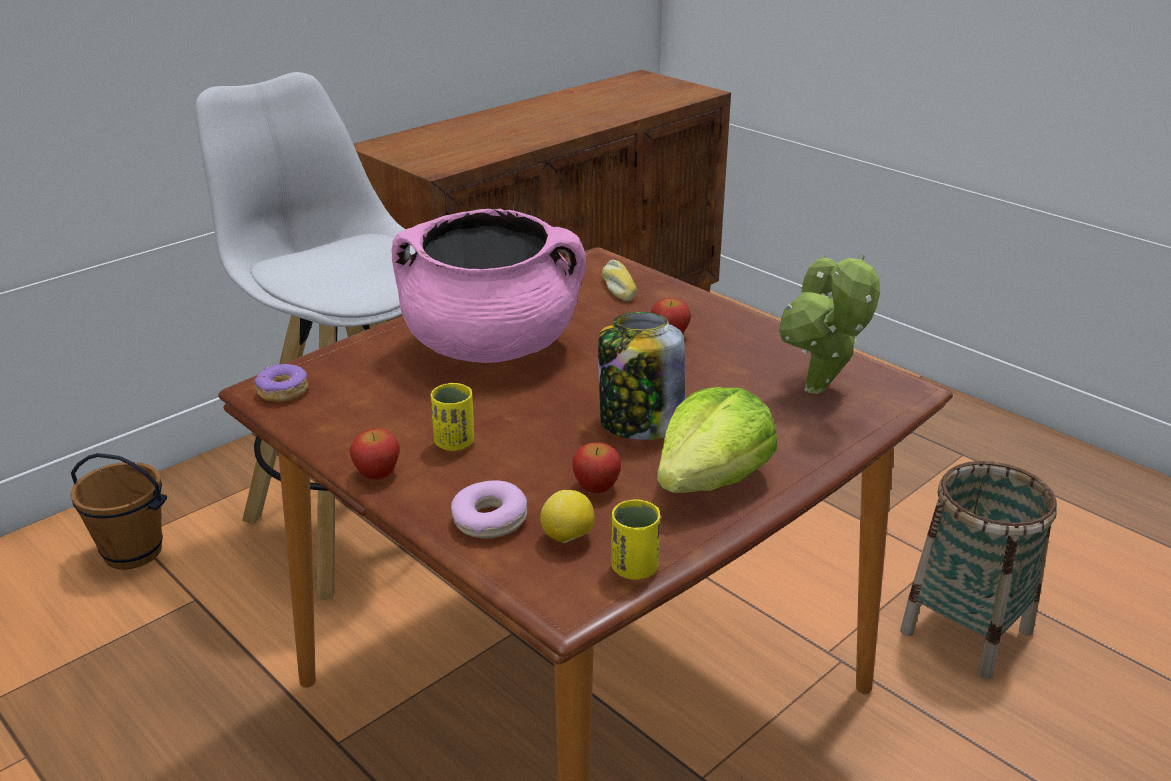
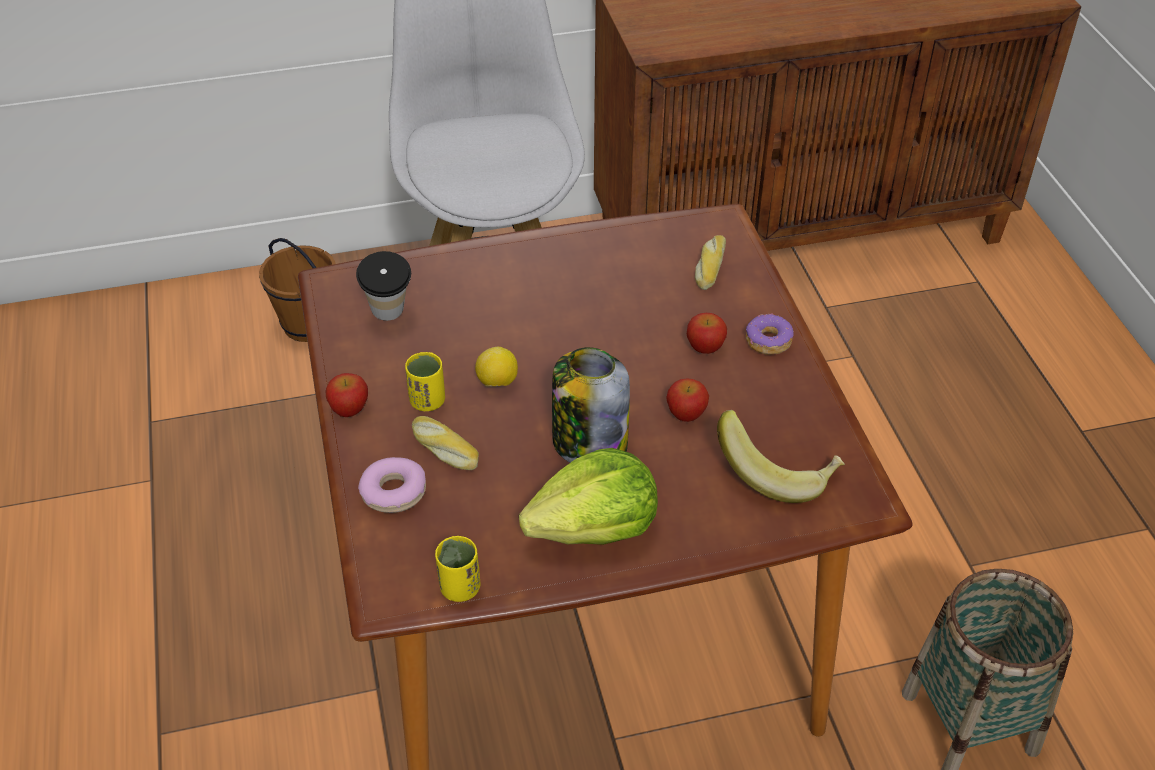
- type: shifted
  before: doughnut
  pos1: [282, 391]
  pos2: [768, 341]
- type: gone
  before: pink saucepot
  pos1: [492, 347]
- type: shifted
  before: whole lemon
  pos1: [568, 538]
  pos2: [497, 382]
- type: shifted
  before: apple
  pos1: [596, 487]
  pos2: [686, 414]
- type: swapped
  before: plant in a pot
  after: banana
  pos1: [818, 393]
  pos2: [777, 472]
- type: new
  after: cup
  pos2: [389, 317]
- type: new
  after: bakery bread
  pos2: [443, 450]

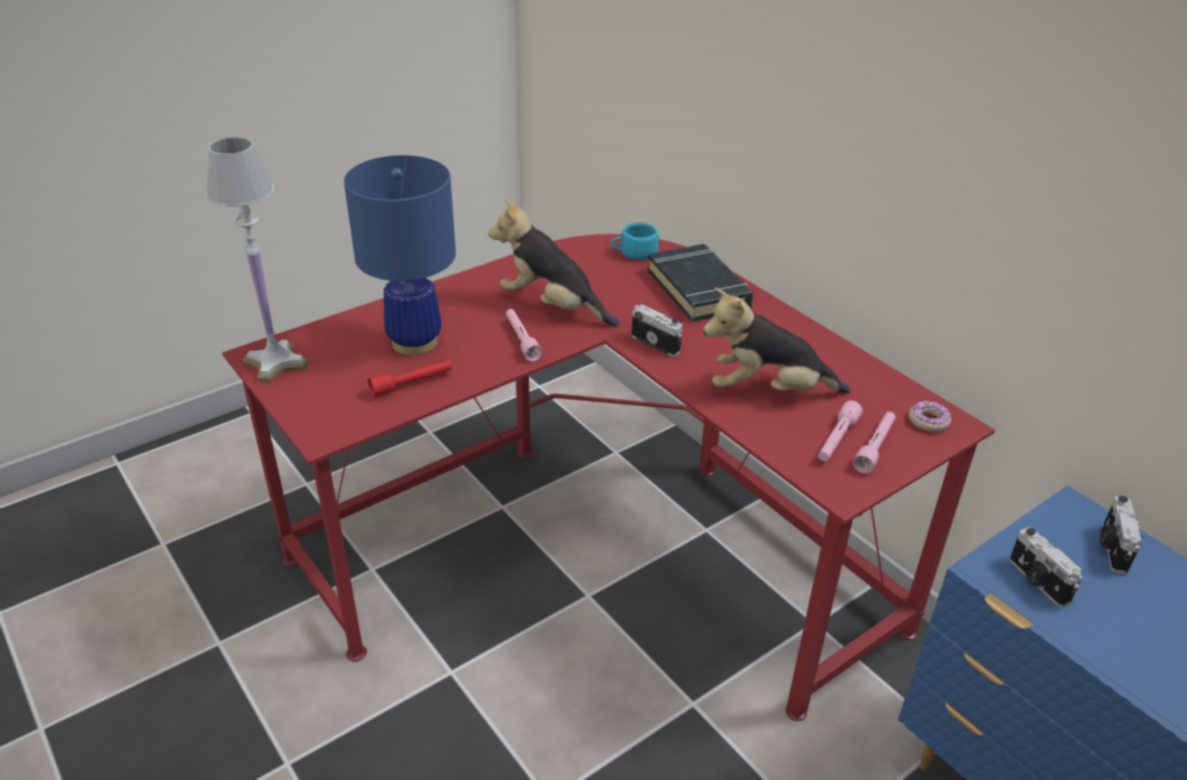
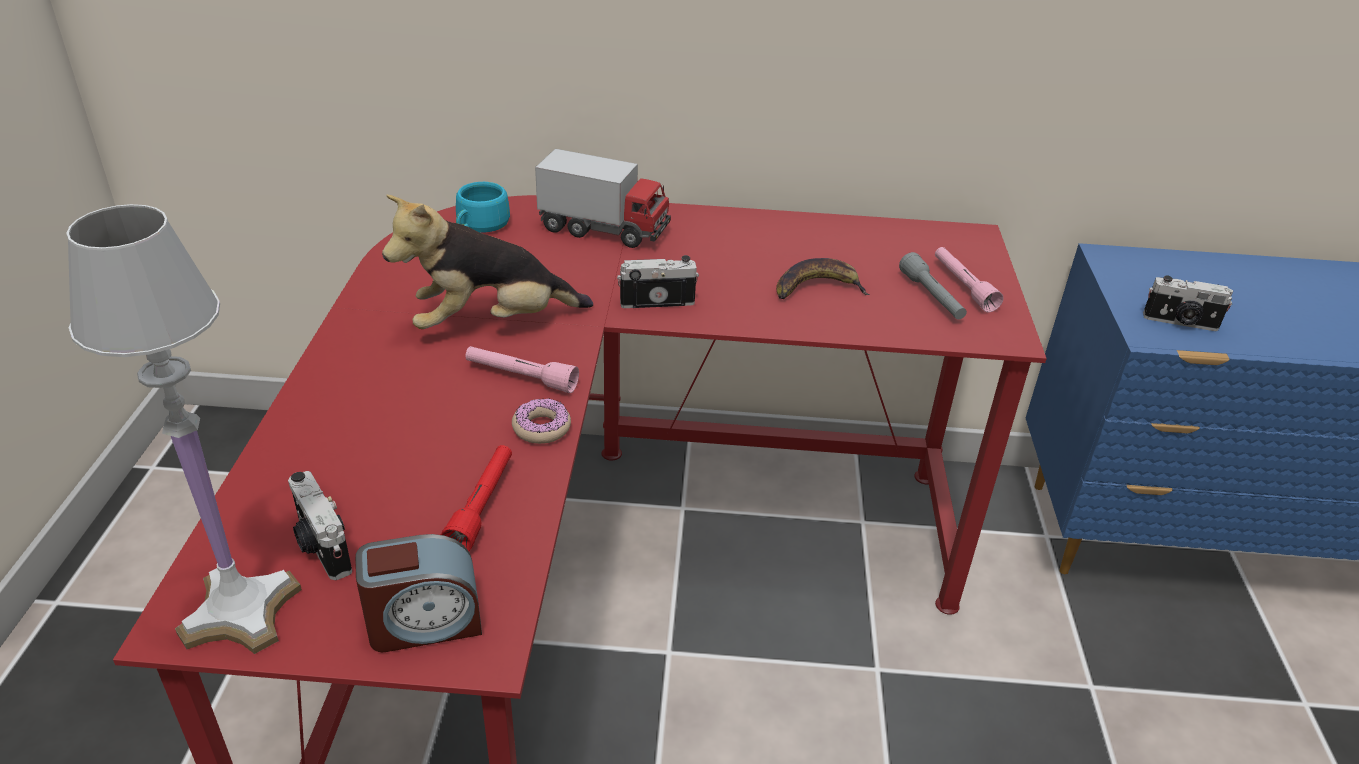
- type: gone
  before: bluish lamp for a table
  pos1: [414, 342]
- type: swapped
  before: black bound book
  after: toy truck
  pos1: [698, 289]
  pos2: [604, 230]
- type: swapped
  before: plush toy
  after: banana
  pos1: [767, 390]
  pos2: [817, 288]
- type: repainted
  before: pink hand torch
  after: greyish hand torch
  pos1: [836, 440]
  pos2: [931, 297]
- type: shifted
  before: doughnut
  pos1: [928, 421]
  pos2: [541, 428]
- type: shifted
  before: photo camera
  pos1: [1111, 548]
  pos2: [321, 547]
- type: new
  after: bedside clock
  pos2: [424, 623]

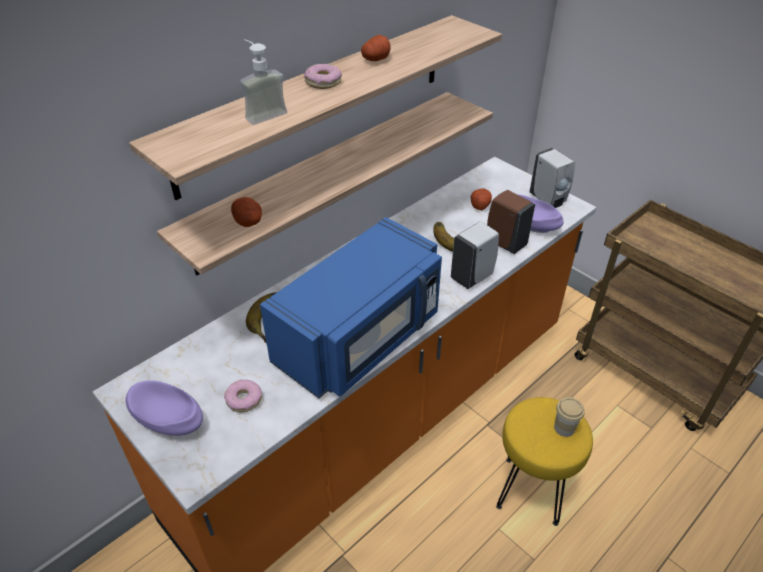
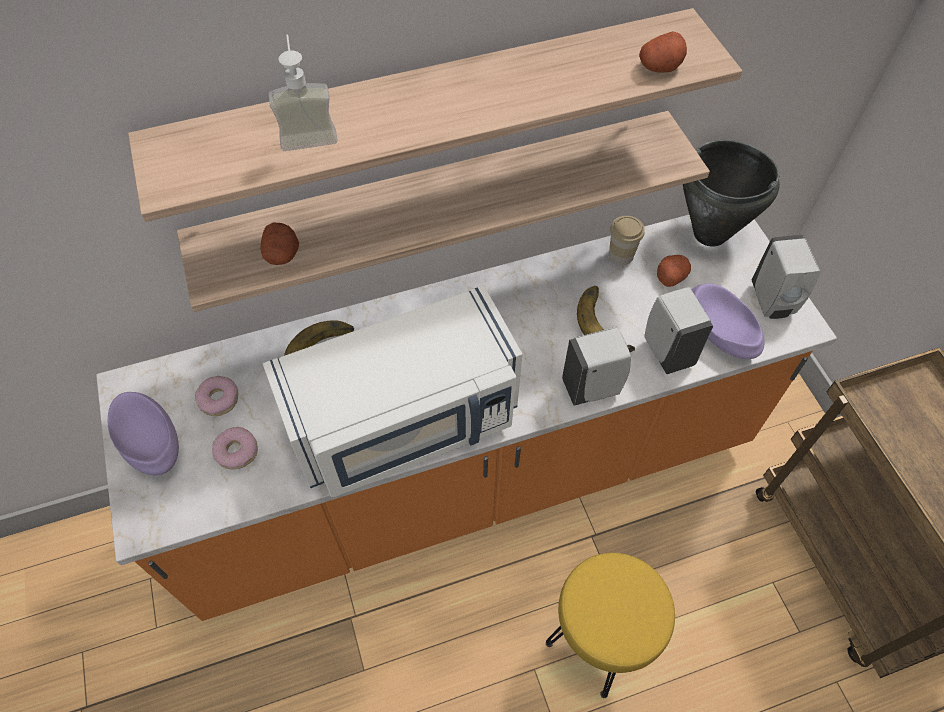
- type: repainted
  before: bluish microwave
  after: white microwave
  pos1: [361, 338]
  pos2: [405, 422]
- type: shifted
  before: doughnut
  pos1: [323, 82]
  pos2: [218, 399]
- type: shifted
  before: spud
  pos1: [376, 59]
  pos2: [660, 67]
- type: repainted
  before: brown-coloured liquid soap bottle
  after: white liquid soap bottle
  pos1: [504, 243]
  pos2: [667, 350]
- type: shifted
  before: cup
  pos1: [564, 428]
  pos2: [621, 255]
- type: new
  after: black saucepot
  pos2: [710, 234]

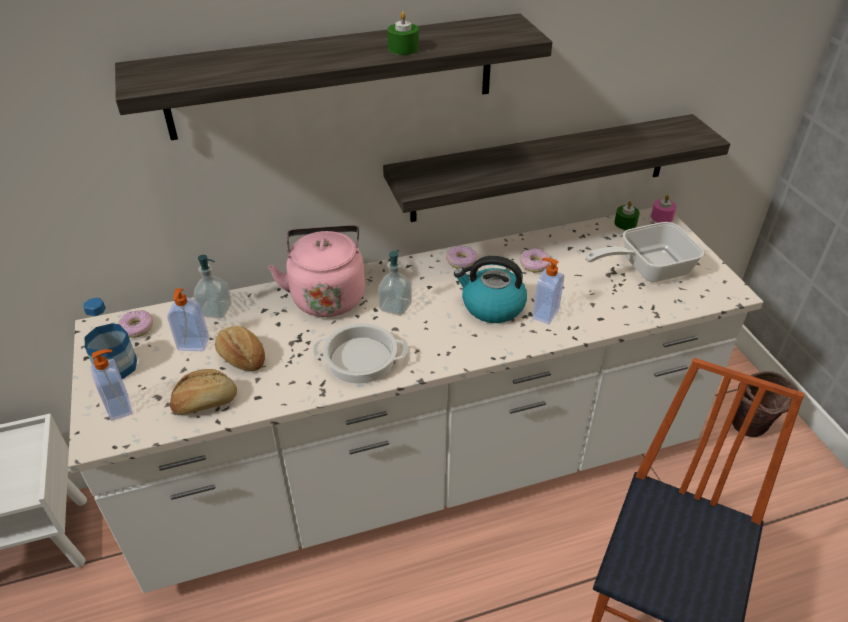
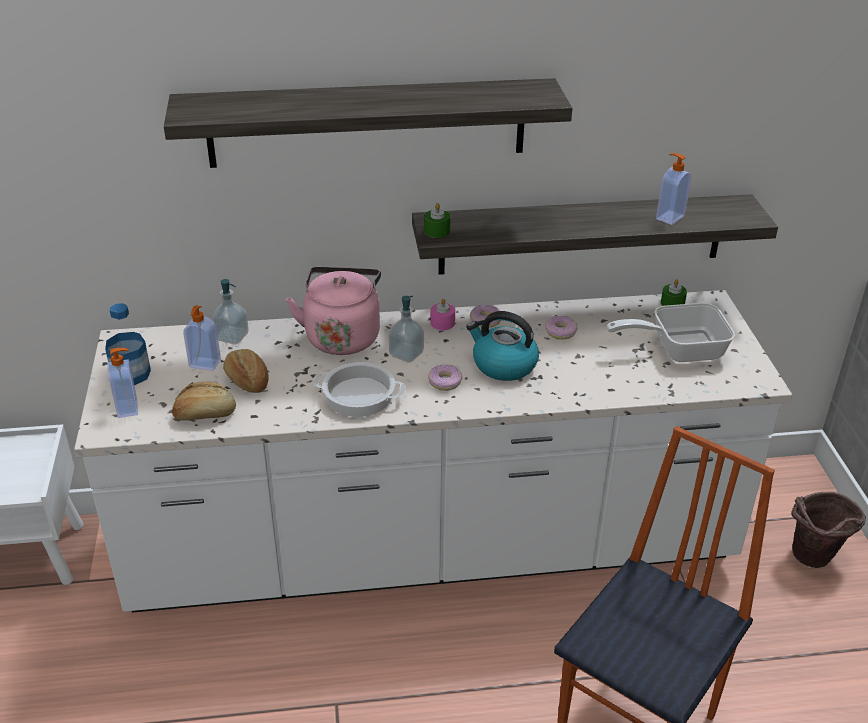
- type: shifted
  before: doughnut
  pos1: [136, 328]
  pos2: [444, 382]
- type: shifted
  before: greenish wax candle
  pos1: [403, 48]
  pos2: [437, 231]
- type: shifted
  before: liquid soap bottle
  pos1: [544, 314]
  pos2: [669, 217]
- type: shifted
  before: pink wax candle
  pos1: [662, 217]
  pos2: [442, 323]

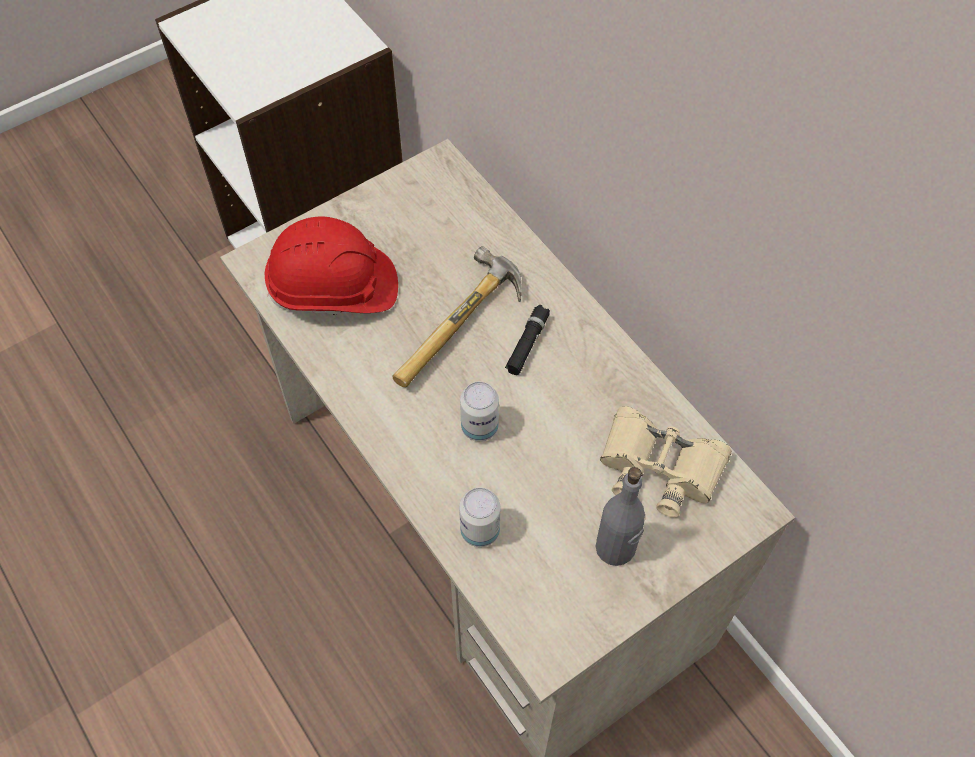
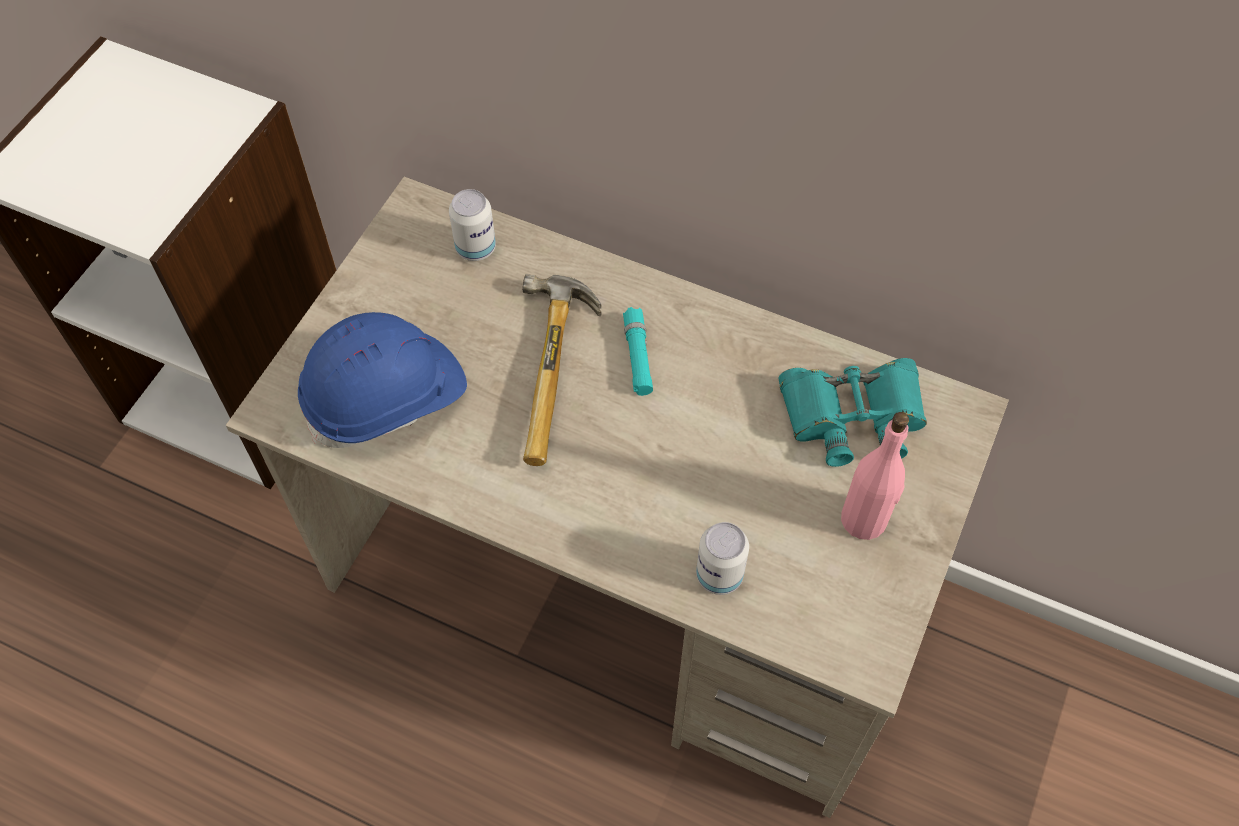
- type: repainted
  before: red-coloured work helmet
  after: bluish work helmet
  pos1: [334, 289]
  pos2: [386, 398]
- type: shifted
  before: can
  pos1: [479, 427]
  pos2: [475, 248]
- type: repainted
  before: black hand torch
  after: blue-green hand torch
  pos1: [527, 344]
  pos2: [637, 356]
- type: repainted
  before: greyish beverage bottle
  after: pink beverage bottle
  pos1: [615, 548]
  pos2: [864, 519]
- type: repainted
  before: beige-coloured field glasses
  after: blue-green field glasses
  pos1: [659, 467]
  pos2: [853, 416]

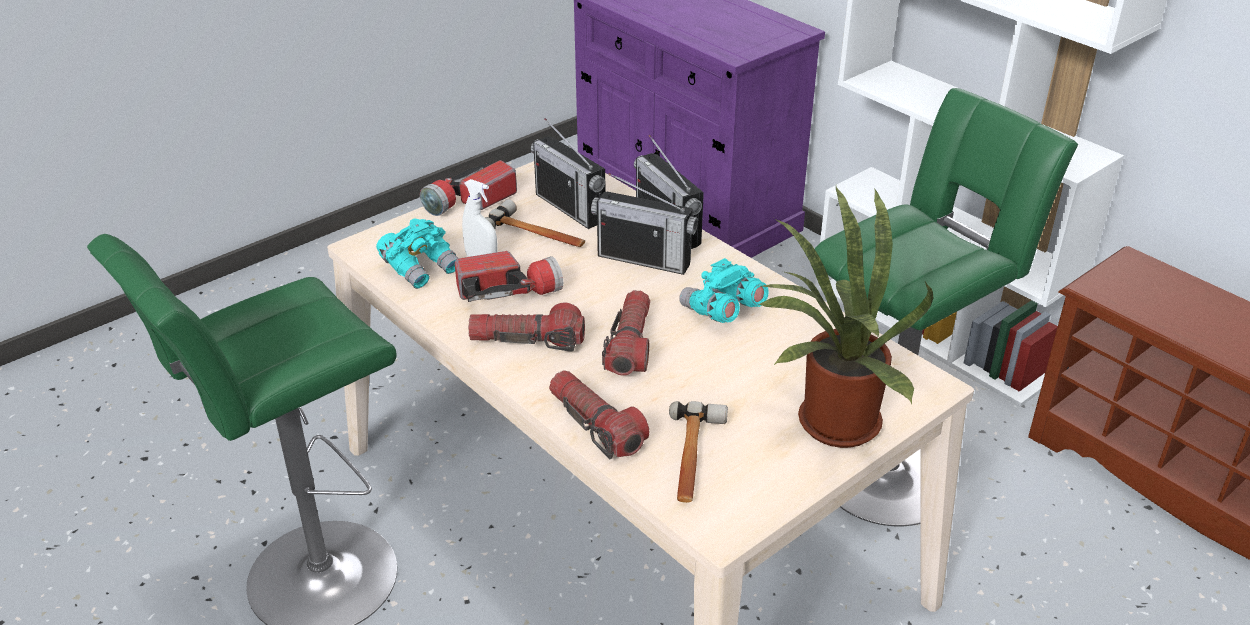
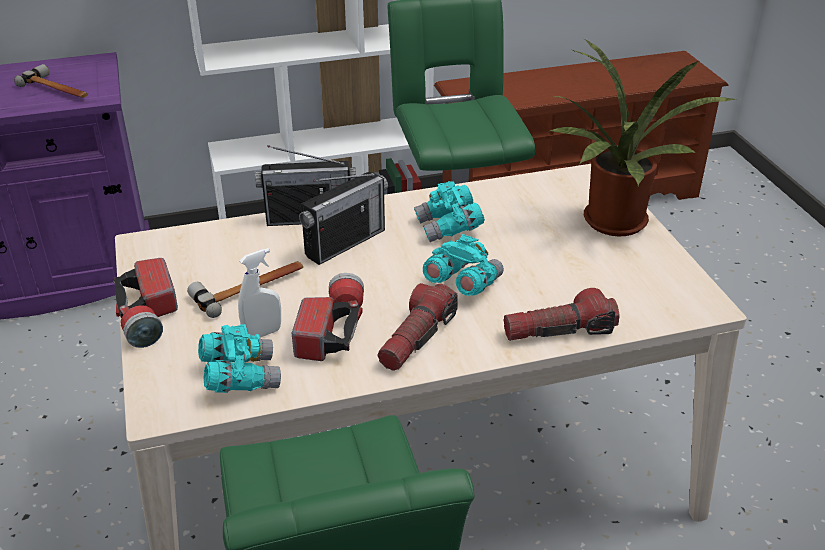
- type: gone
  before: radio
  pos1: [570, 208]
- type: swapped
  before: hand torch
  after: blue-green field glasses
  pos1: [630, 345]
  pos2: [462, 284]
- type: shifted
  before: hammer
  pos1: [693, 458]
  pos2: [57, 90]

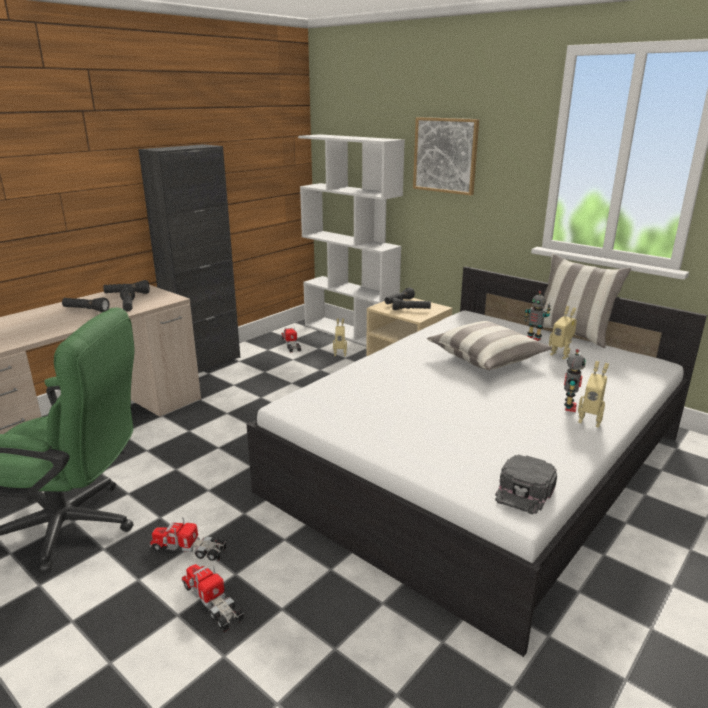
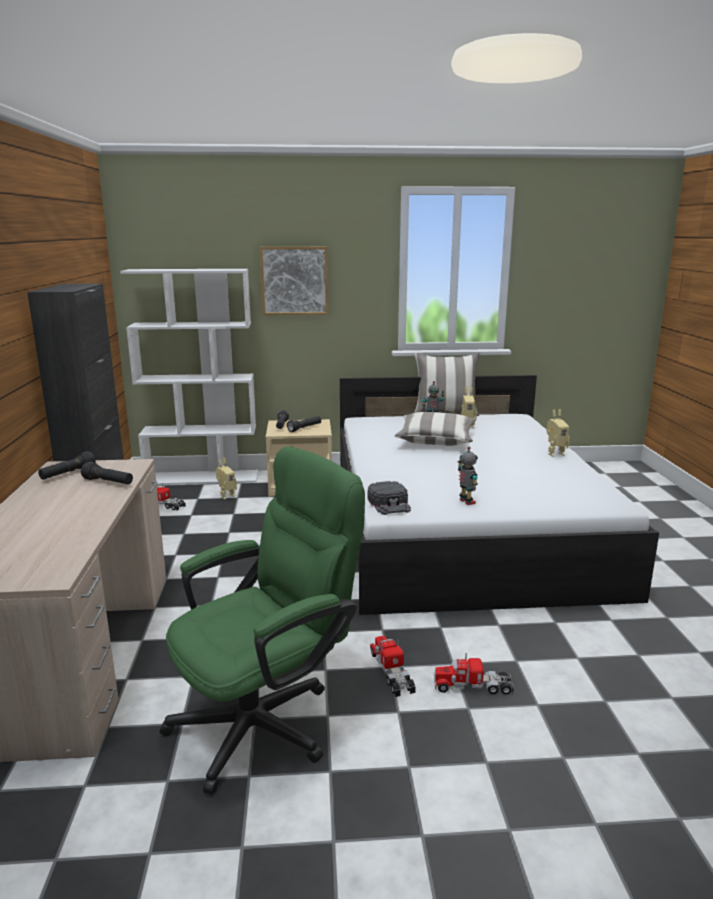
- type: gone
  before: black hand torch
  pos1: [86, 310]
- type: rotated
  before: toy truck
  pos1: [189, 549]
  pos2: [392, 672]
  turn: 105
- type: shifted
  before: black cap
  pos1: [525, 490]
  pos2: [389, 503]
- type: shifted
  before: robot figure
  pos1: [568, 407]
  pos2: [466, 502]

